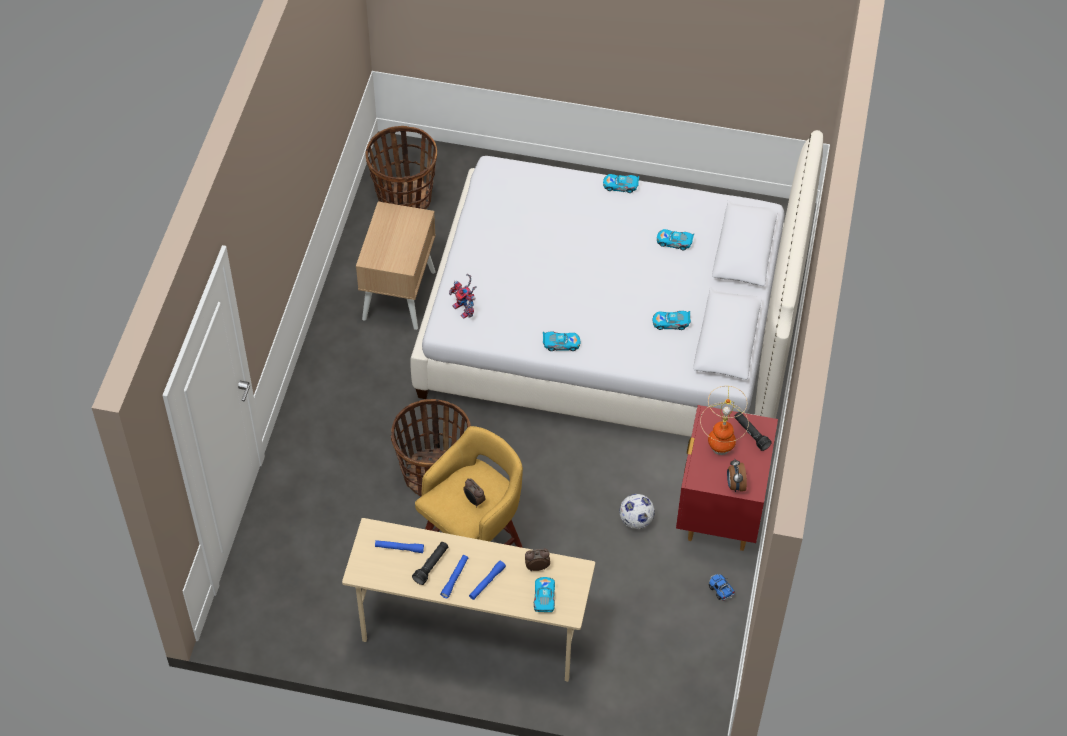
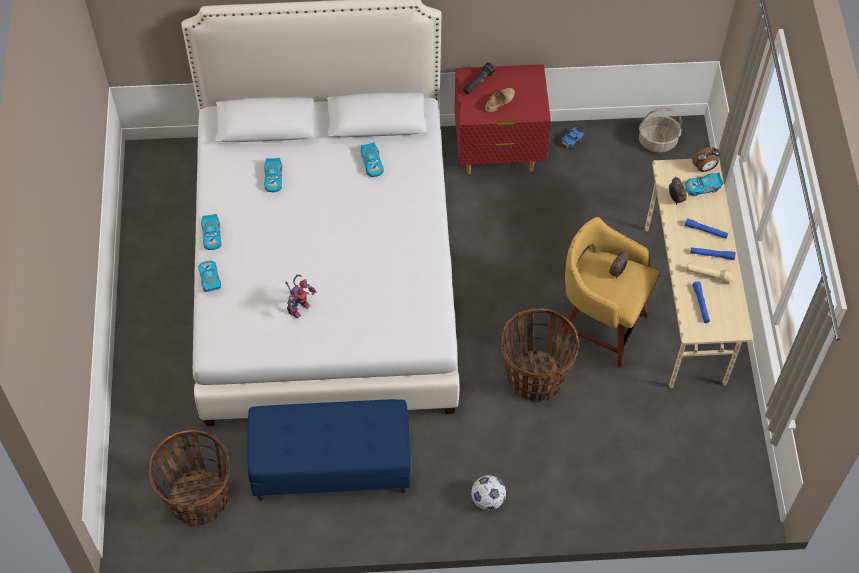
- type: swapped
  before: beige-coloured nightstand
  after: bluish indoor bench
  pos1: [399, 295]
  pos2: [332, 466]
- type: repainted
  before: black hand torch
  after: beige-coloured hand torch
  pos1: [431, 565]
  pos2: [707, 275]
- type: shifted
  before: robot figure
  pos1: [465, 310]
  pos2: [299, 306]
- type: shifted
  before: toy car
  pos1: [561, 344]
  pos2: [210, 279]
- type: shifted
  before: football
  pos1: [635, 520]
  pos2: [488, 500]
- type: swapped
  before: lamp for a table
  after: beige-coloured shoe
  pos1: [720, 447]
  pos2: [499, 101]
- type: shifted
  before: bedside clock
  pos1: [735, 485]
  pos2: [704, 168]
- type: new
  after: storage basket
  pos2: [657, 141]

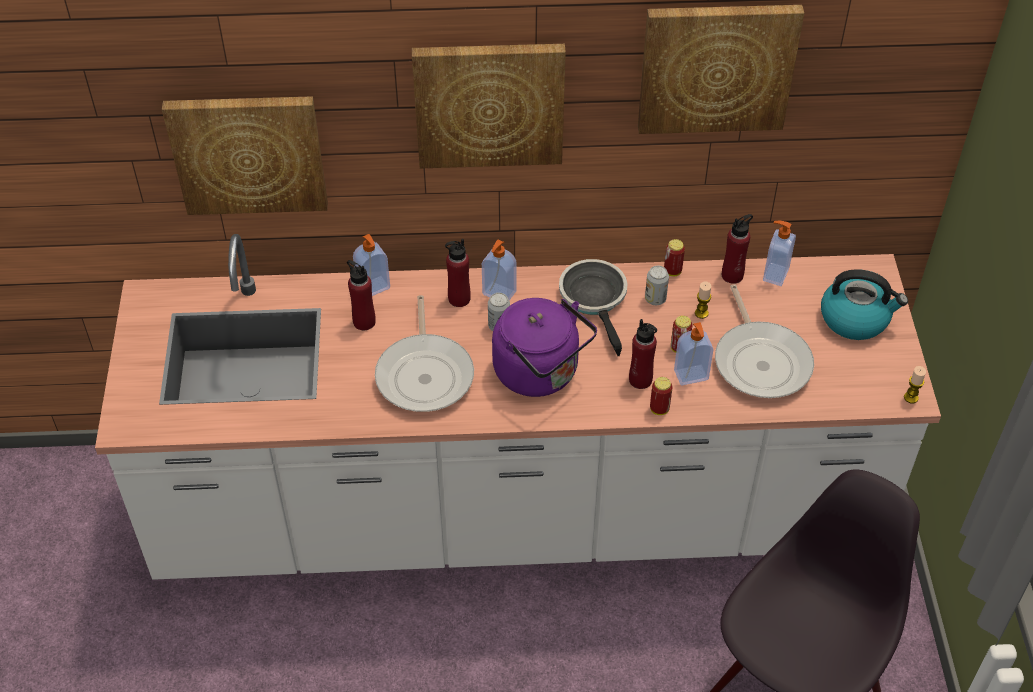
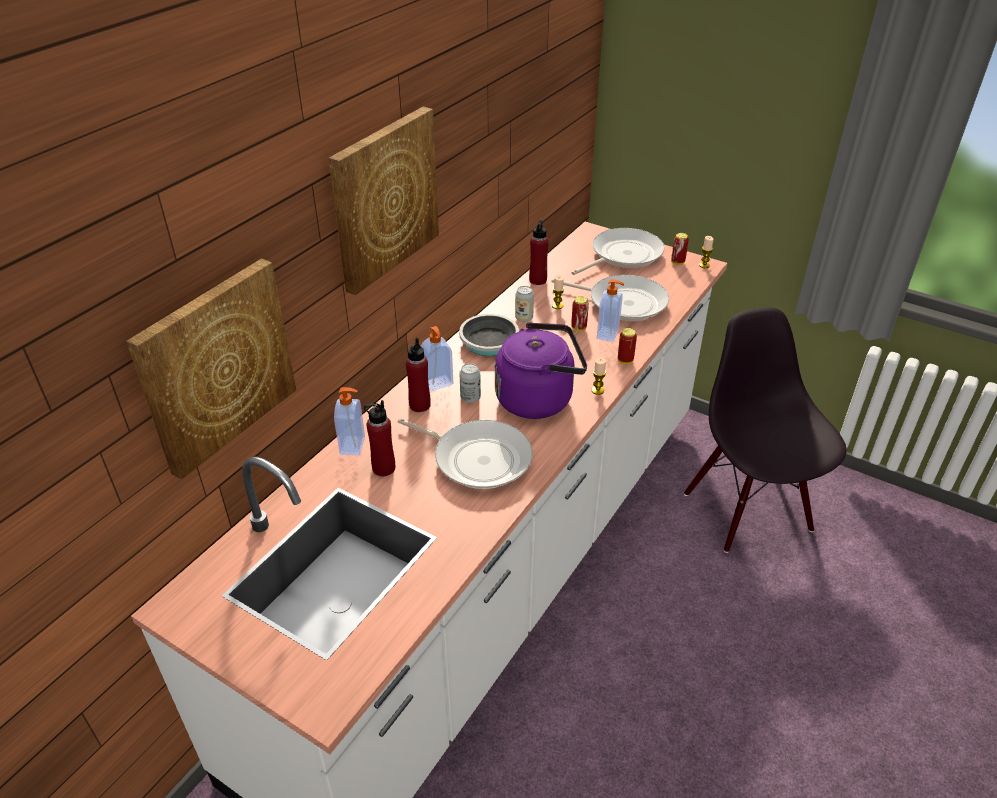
- type: gone
  before: red-coloured beverage bottle
  pos1: [640, 380]
- type: gone
  before: wall picture
  pos1: [716, 67]
- type: shifted
  before: can
  pos1: [672, 271]
  pos2: [677, 262]
- type: gone
  before: liquid soap bottle
  pos1: [774, 274]
- type: swapped
  before: kettle
  after: frying pan
  pos1: [855, 319]
  pos2: [623, 255]
- type: new
  after: wax candle
  pos2: [597, 390]

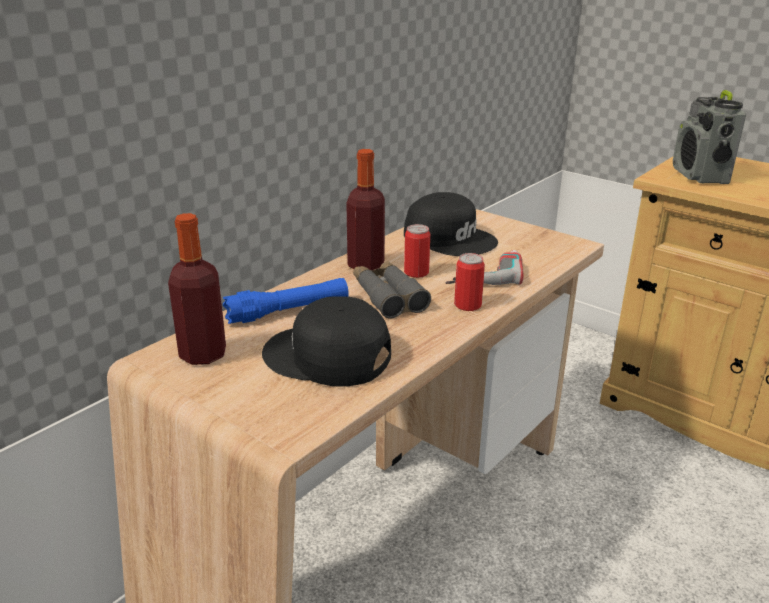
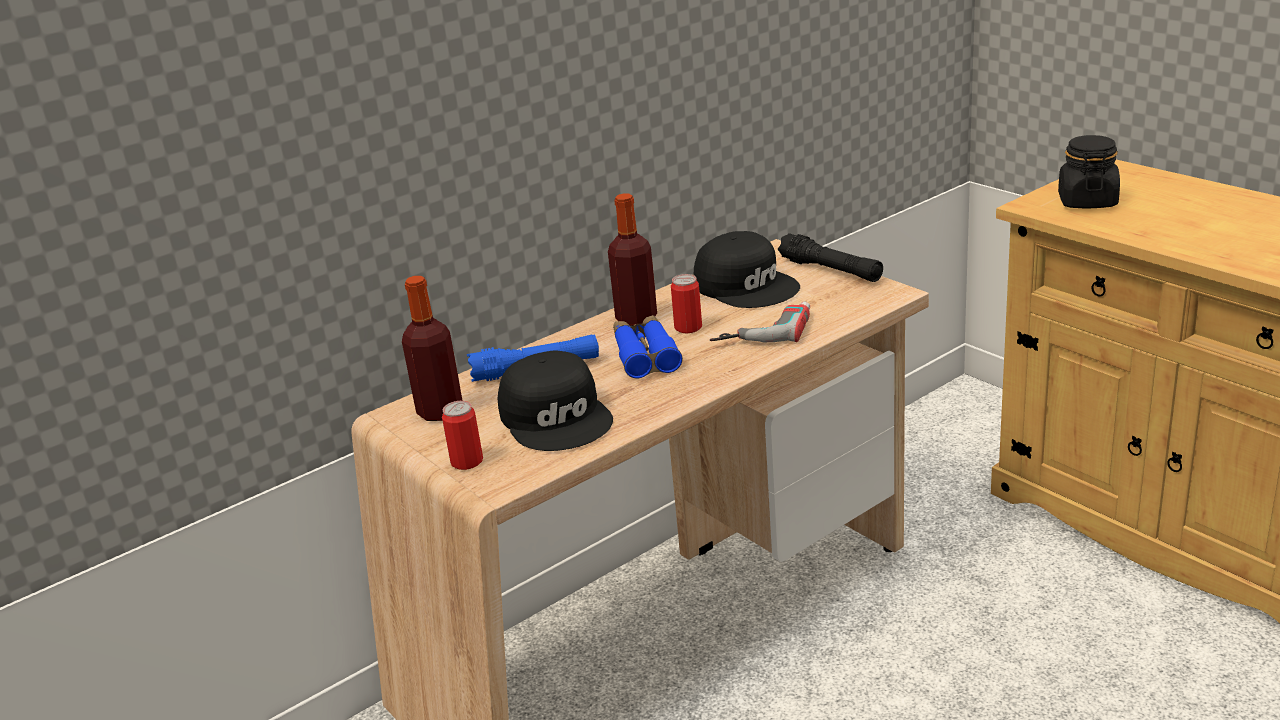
- type: rotated
  before: black cap
  pos1: [327, 357]
  pos2: [557, 416]
  turn: -150
- type: repainted
  before: greyish field glasses
  after: bluish field glasses
  pos1: [388, 297]
  pos2: [645, 355]
- type: shifted
  before: can
  pos1: [467, 305]
  pos2: [467, 461]
- type: swapped
  before: radio
  after: black jar
  pos1: [700, 176]
  pos2: [1087, 201]
- type: new
  after: black hand torch
  pos2: [830, 270]

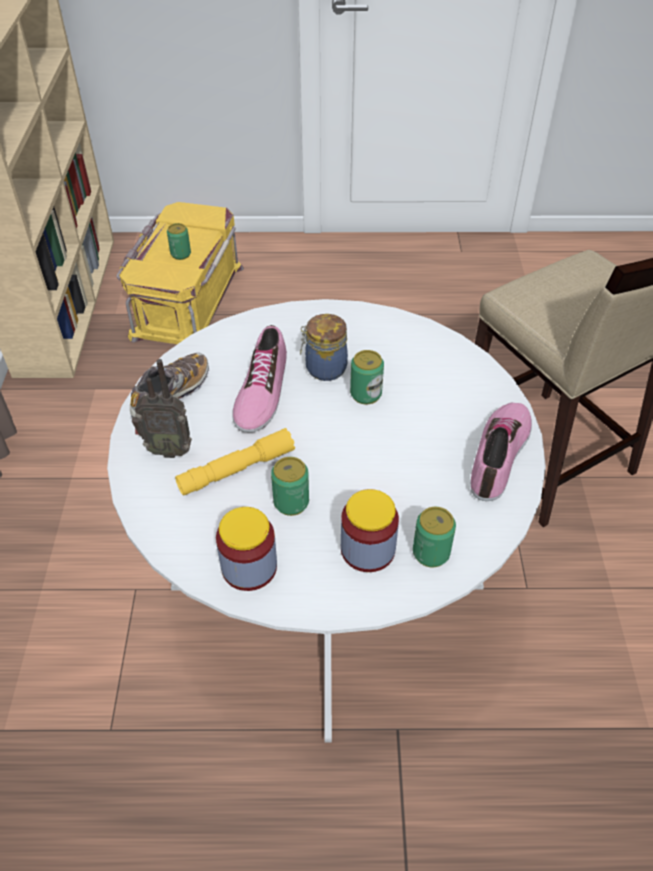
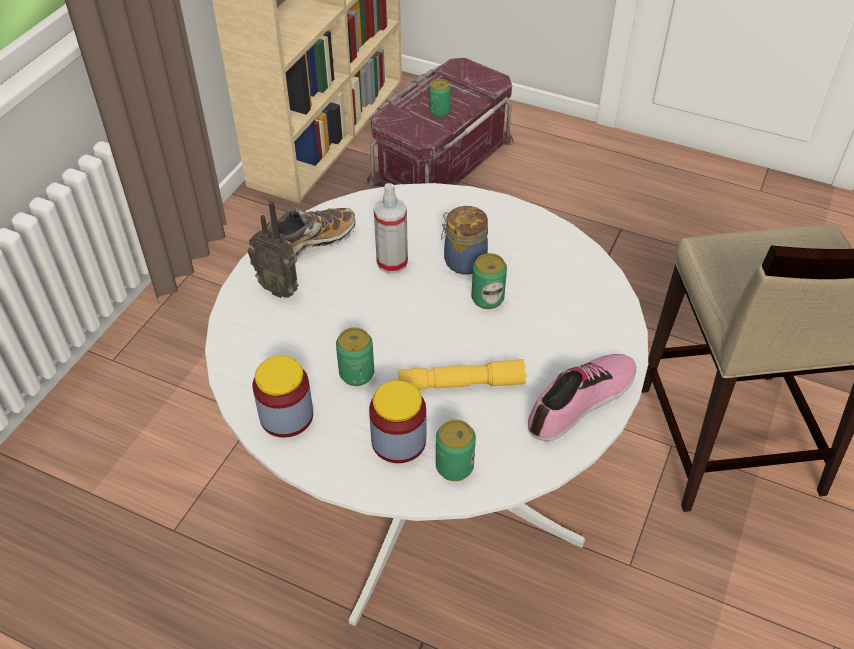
- type: repainted
  before: yellow-coloured storage container
  after: red-coloured storage container
  pos1: [186, 300]
  pos2: [440, 159]
- type: shifted
  before: yellow-coloured hand torch
  pos1: [236, 469]
  pos2: [461, 383]
- type: swapped
  before: shoe
  after: spray bottle
  pos1: [261, 390]
  pos2: [392, 263]

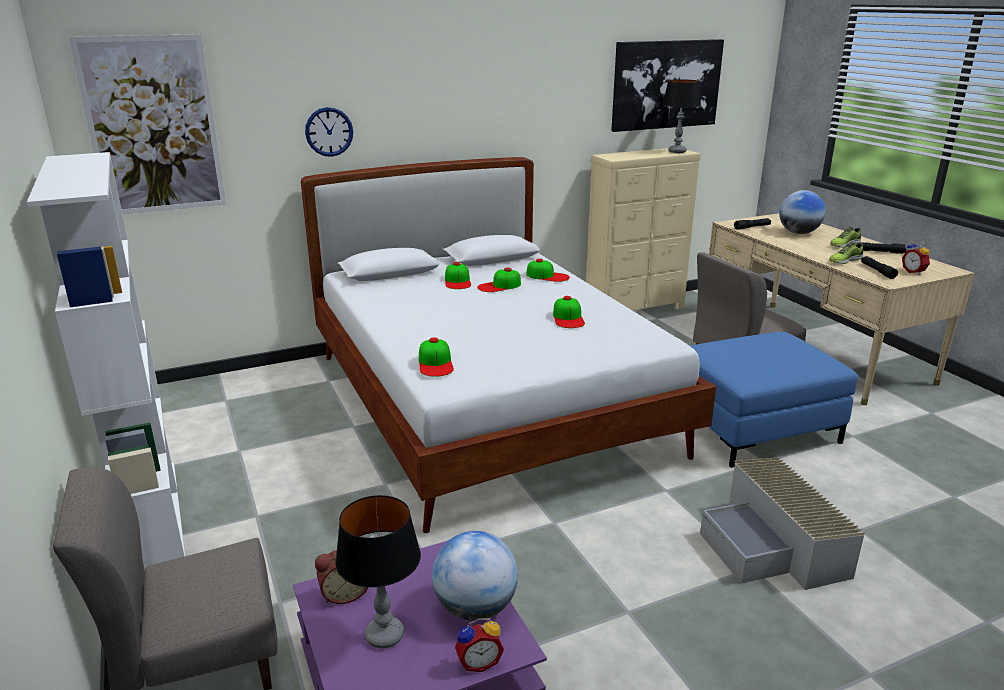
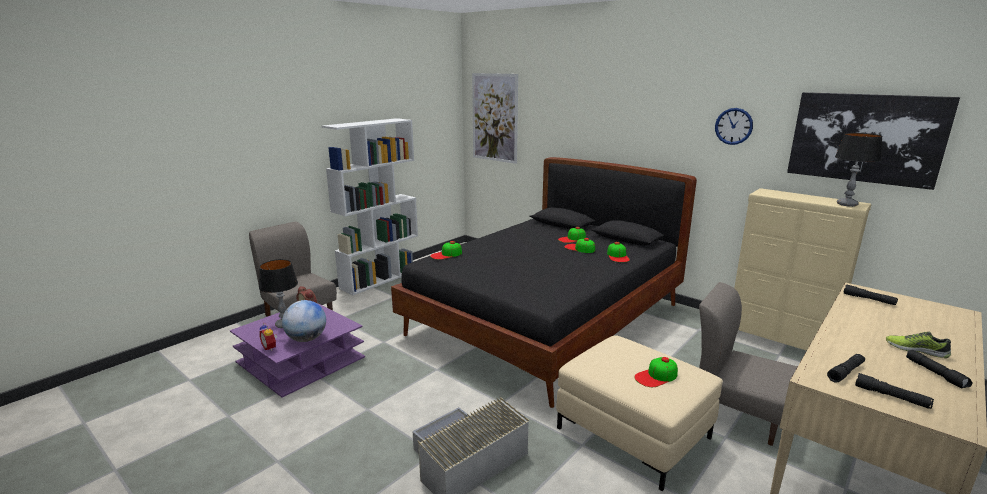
- type: repainted
  before: white bed
  after: black bed
  pos1: [488, 404]
  pos2: [547, 321]
- type: shifted
  before: wall clock
  pos1: [329, 132]
  pos2: [733, 126]
- type: shifted
  before: cap
  pos1: [568, 318]
  pos2: [656, 376]
- type: repainted
  before: bluish ottoman
  after: beige-coloured ottoman
  pos1: [754, 427]
  pos2: [634, 433]
- type: gone
  before: world globe
  pos1: [798, 233]
- type: gone
  before: shoe
  pos1: [844, 260]
- type: swapped
  before: bedside clock
  after: black hand torch
  pos1: [914, 272]
  pos2: [891, 397]

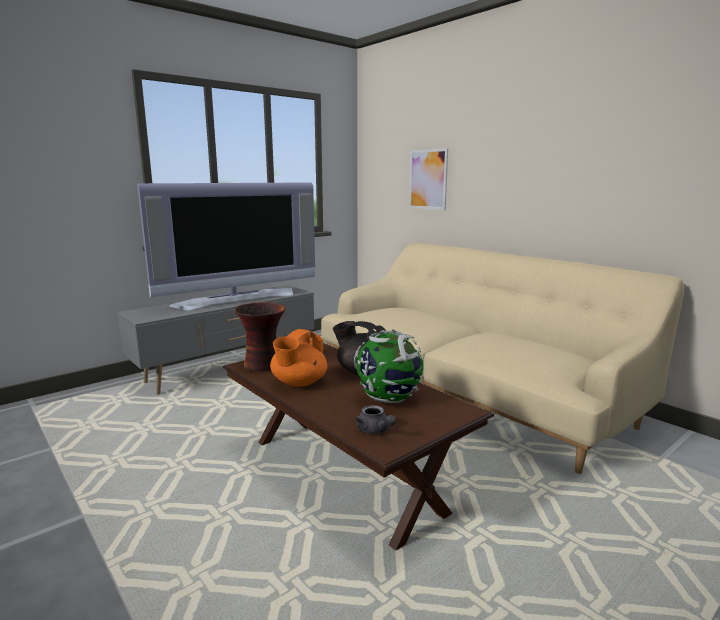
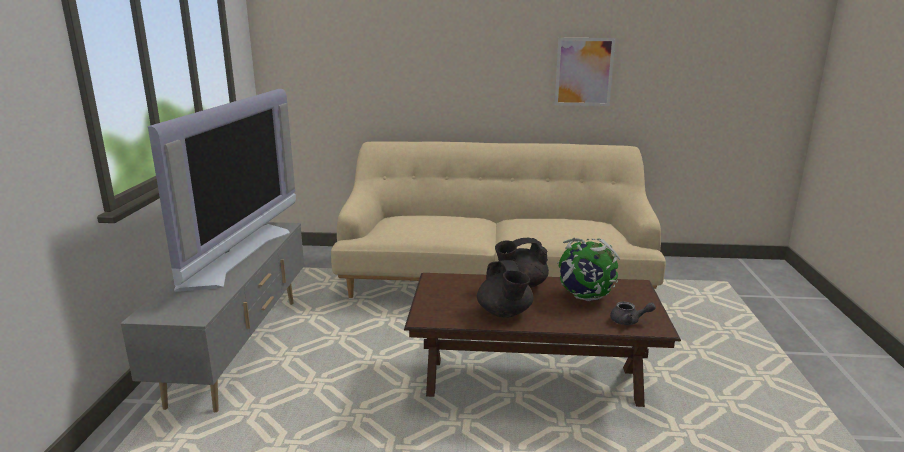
- type: gone
  before: vase
  pos1: [263, 365]
- type: repainted
  before: orangey teapot
  after: black teapot
  pos1: [298, 383]
  pos2: [505, 313]
- type: shifted
  before: wall picture
  pos1: [428, 179]
  pos2: [584, 72]

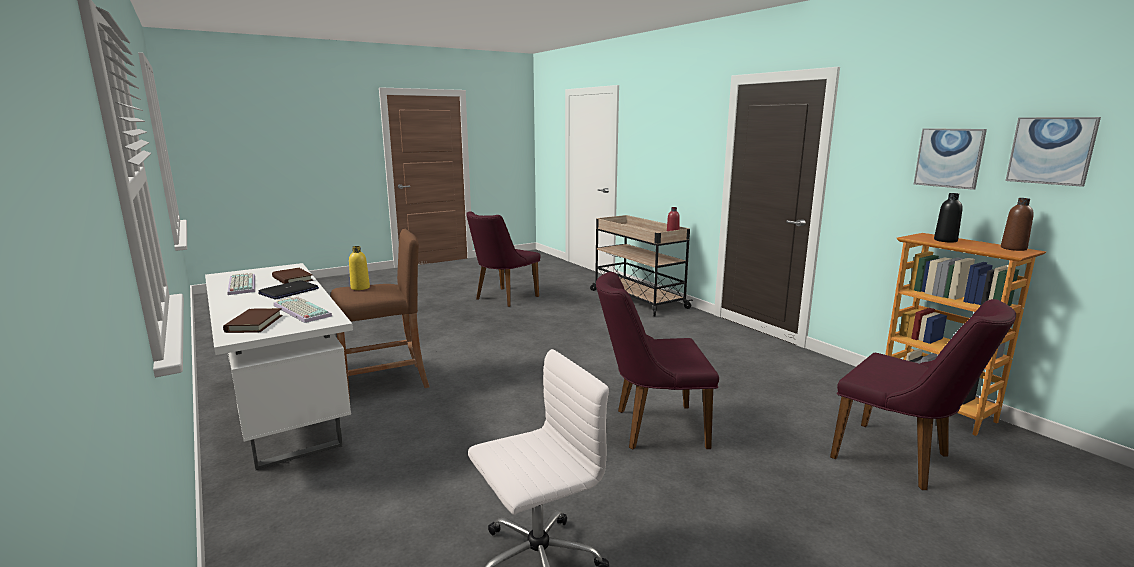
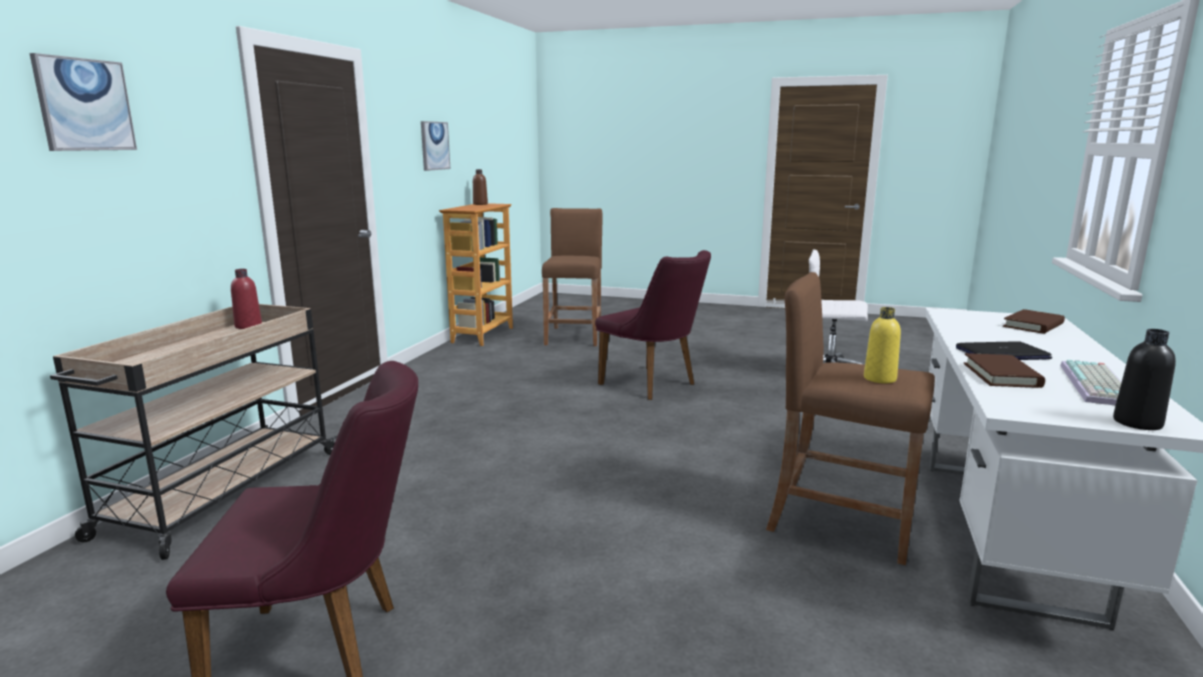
- type: gone
  before: keyboard
  pos1: [300, 311]
- type: swapped
  before: purple plain chair
  after: brown-coloured sitting stool
  pos1: [902, 459]
  pos2: [574, 336]
- type: shifted
  before: black beverage bottle
  pos1: [945, 240]
  pos2: [1137, 423]
- type: shifted
  before: wall picture
  pos1: [1051, 150]
  pos2: [84, 105]

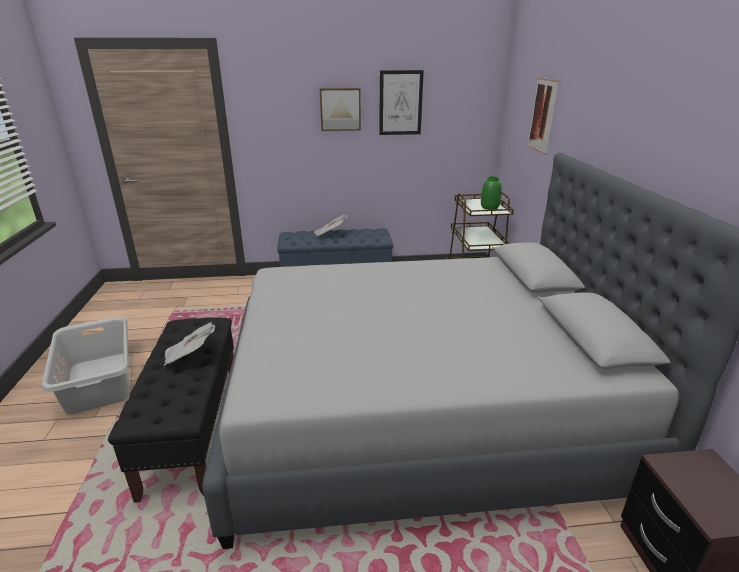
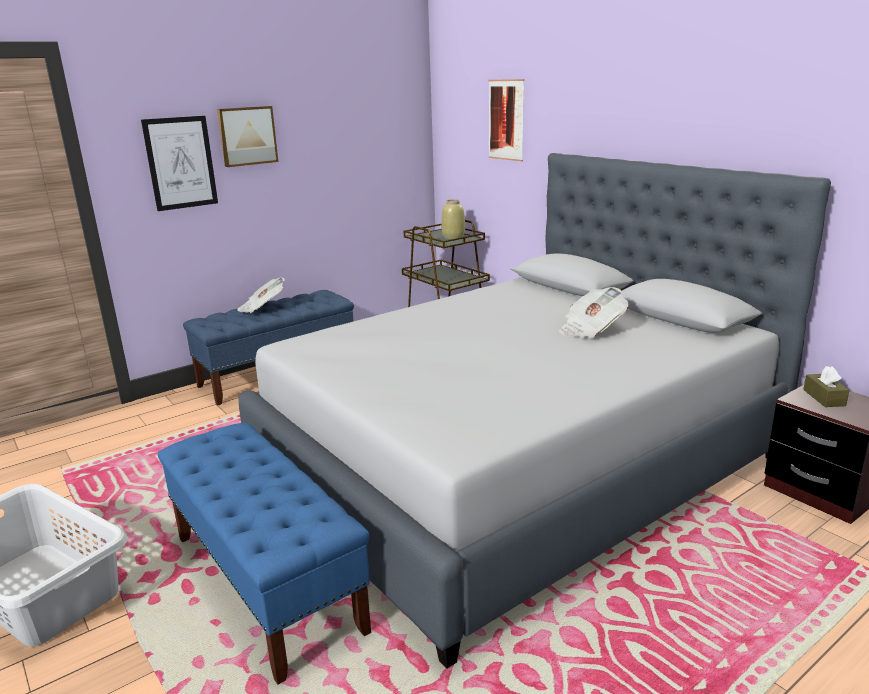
- type: repainted
  before: black indoor bench
  after: bluish indoor bench
  pos1: [193, 429]
  pos2: [267, 582]
- type: shifted
  before: printed paper
  pos1: [190, 355]
  pos2: [590, 330]
- type: shifted
  before: wall picture
  pos1: [400, 103]
  pos2: [181, 163]
- type: repainted
  before: greenish vase
  after: beige-coloured vase
  pos1: [489, 207]
  pos2: [453, 237]
- type: new
  after: brown-coloured box of tissues
  pos2: [824, 398]

